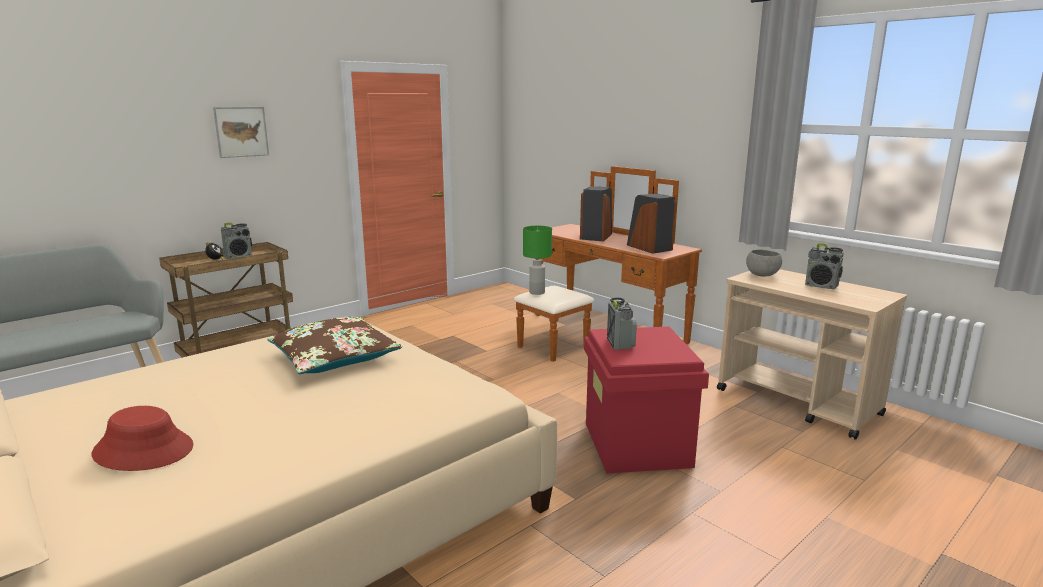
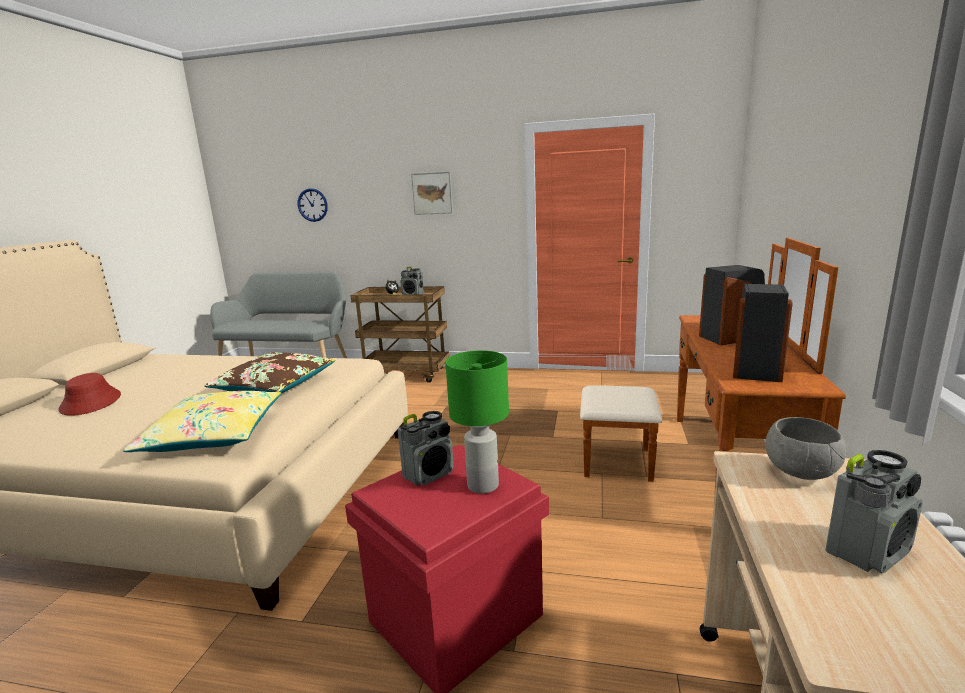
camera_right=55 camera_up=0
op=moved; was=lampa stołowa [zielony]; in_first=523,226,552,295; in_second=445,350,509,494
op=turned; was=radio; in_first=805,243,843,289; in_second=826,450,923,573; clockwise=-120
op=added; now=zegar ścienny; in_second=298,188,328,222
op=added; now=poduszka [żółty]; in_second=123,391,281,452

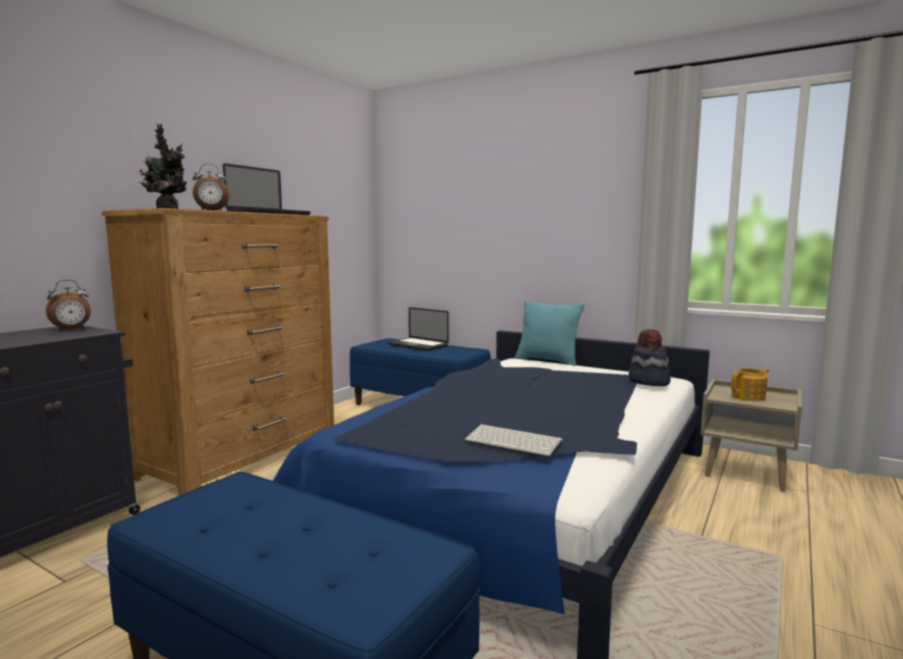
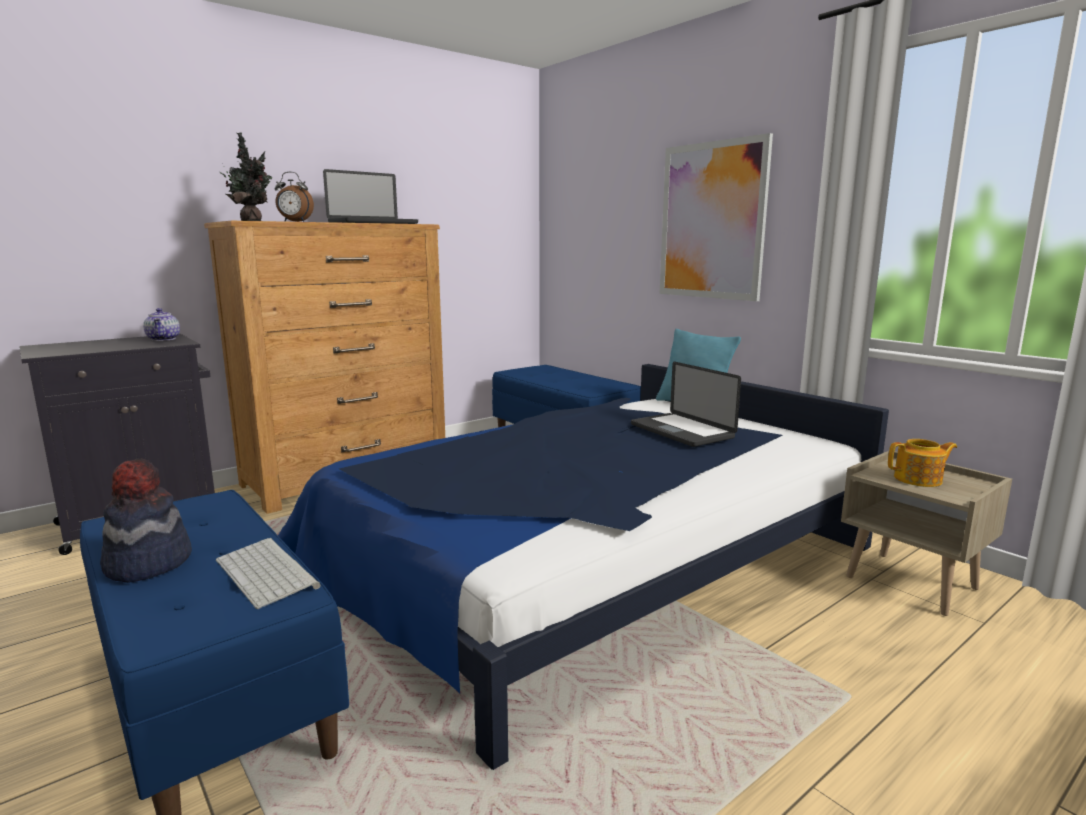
camera_right=20 camera_up=5
op=replaced; was=budzik; now=imbryk; in_first=46,280,91,331; in_second=143,308,180,341
op=moved; was=laptop; in_first=388,307,449,351; in_second=631,362,741,447
op=moved; was=kapelusz; in_first=629,329,671,386; in_second=100,458,192,583
op=moved; was=klawiatura; in_first=465,424,563,456; in_second=216,538,321,609
op=added; now=obraz; in_second=660,133,773,301

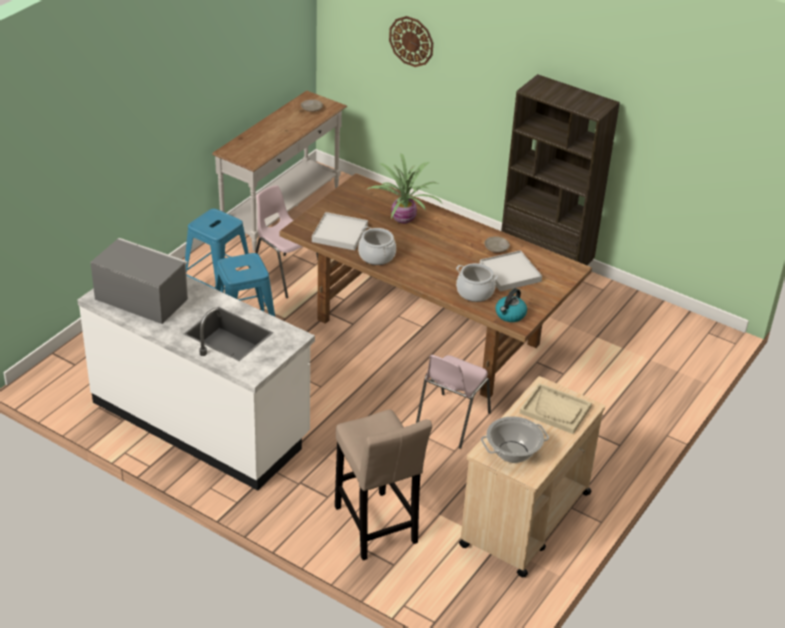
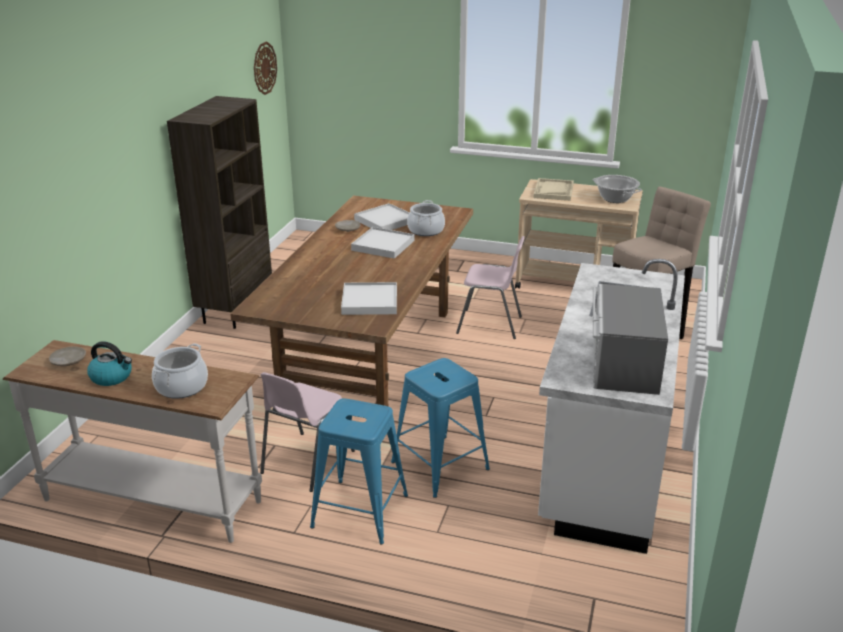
camera_right=-105 camera_up=-10
op=moved; was=zegar ścienny; in_first=389,16,433,67; in_second=254,42,277,95
op=removed; was=roślina doniczkowa; in_first=367,153,443,224
op=moved; was=garnek; in_first=358,226,396,265; in_second=152,343,208,399
op=moved; was=czajnik; in_first=495,288,527,322; in_second=87,341,132,386
op=added; now=taca [biały]; in_second=351,227,414,259

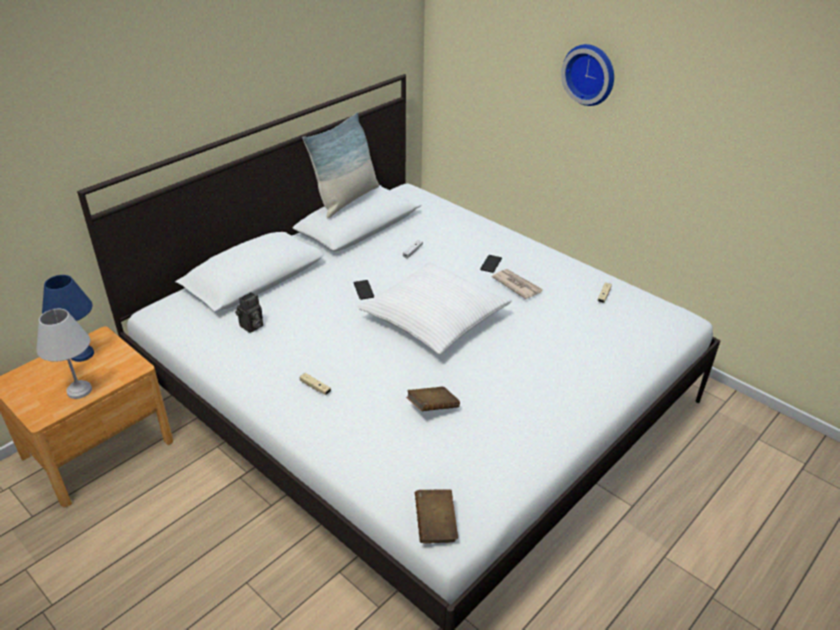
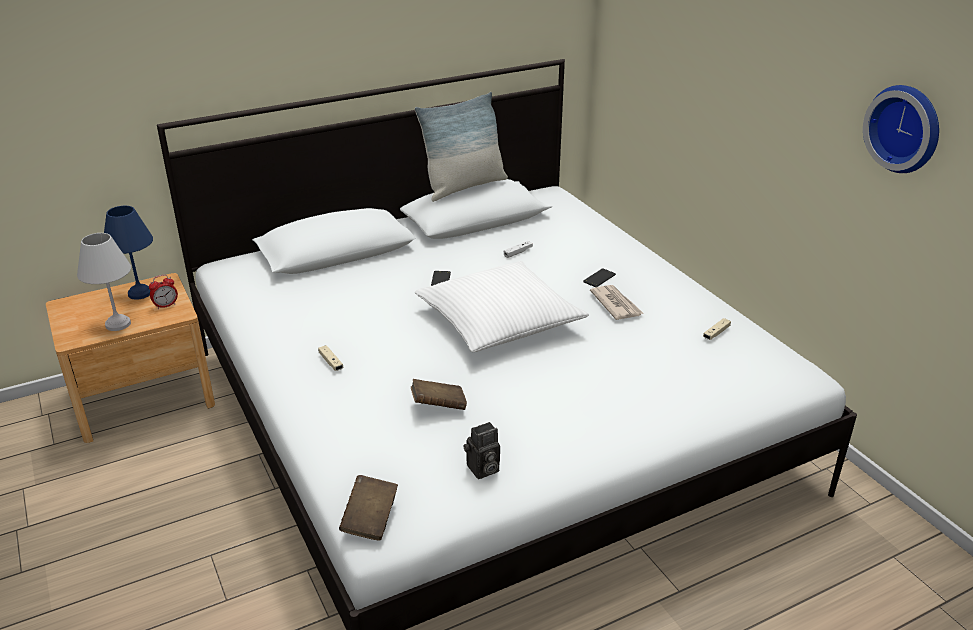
camera_right=20 camera_up=-5
op=moved; was=zegar ścienny; in_first=561,44,614,106; in_second=863,85,939,173
op=moved; was=aparat fotograficzny; in_first=235,292,263,333; in_second=463,422,500,479
op=added; now=budzik; in_second=149,275,178,309

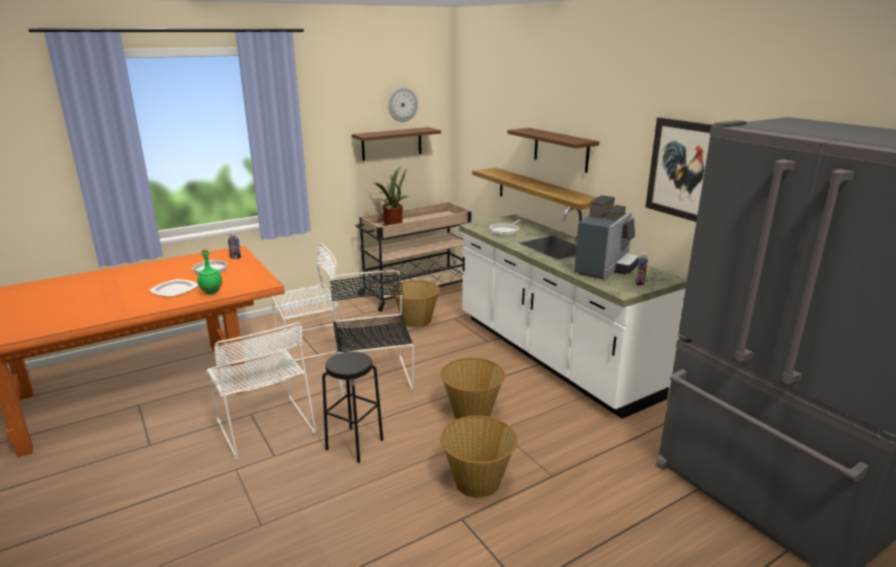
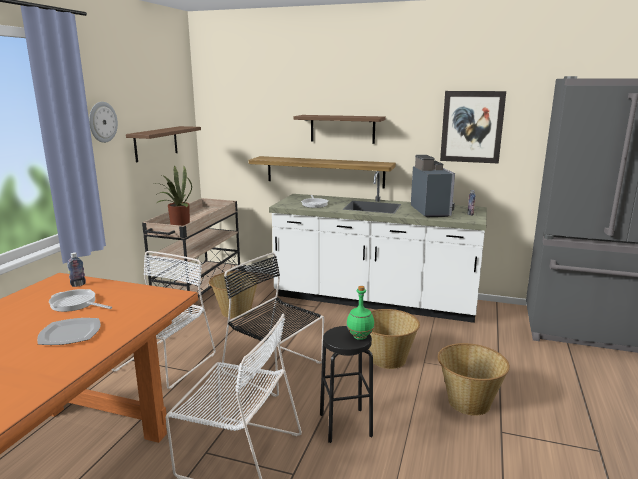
camera_right=-40 camera_up=-5
op=moved; was=zegar ścienny; in_first=388,87,418,122; in_second=89,102,118,143
op=moved; was=butelka [zielony]; in_first=197,249,222,295; in_second=347,286,374,340

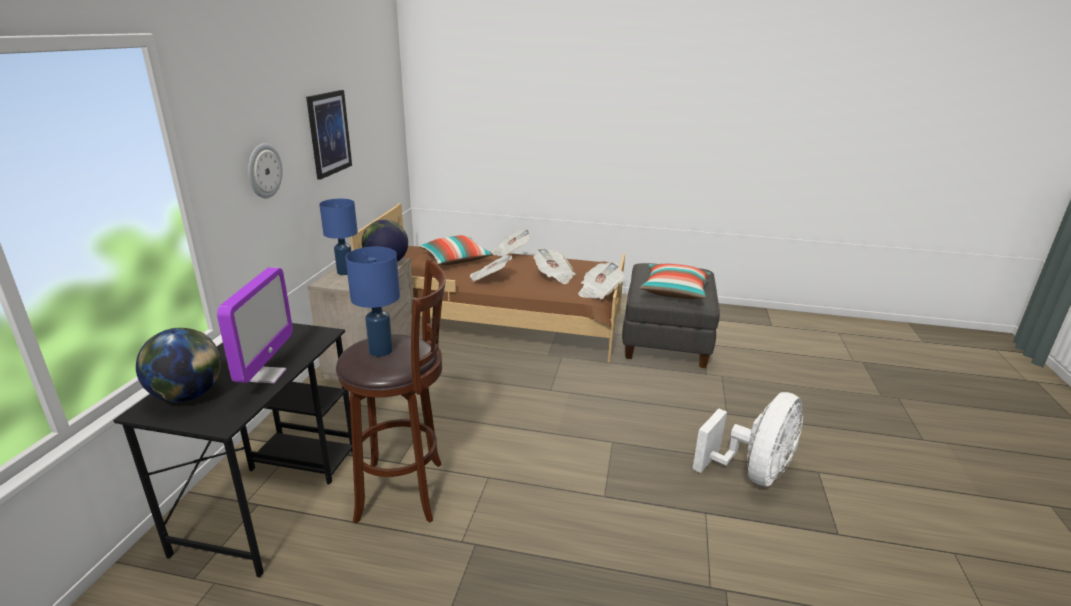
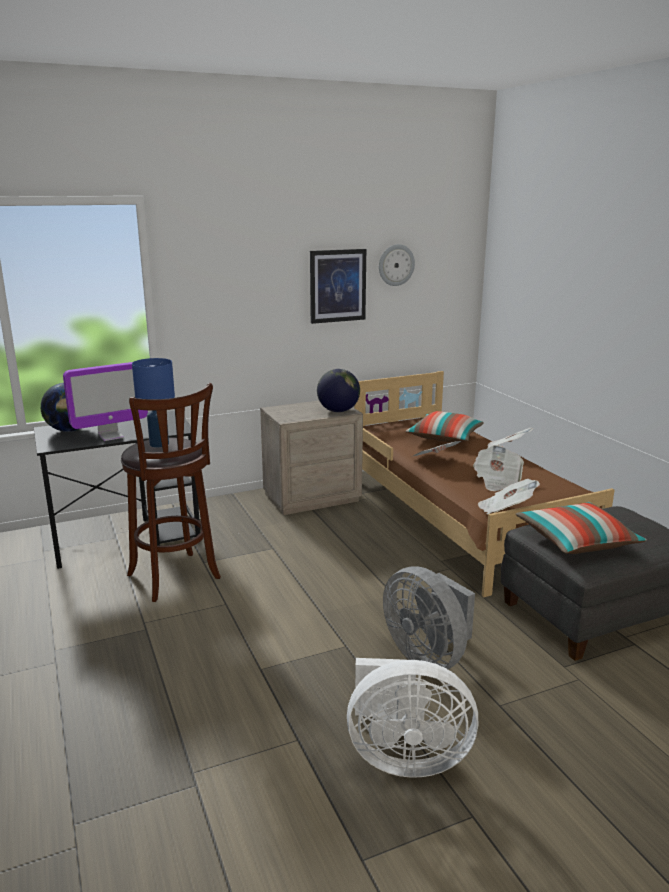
camera_right=55 camera_up=-5
op=moved; was=zegar ścienny; in_first=248,143,283,199; in_second=379,244,415,286
op=removed; was=lampa stołowa [niebieski]; in_first=319,199,358,275
op=added; now=wentylator [szary]; in_second=383,566,475,669

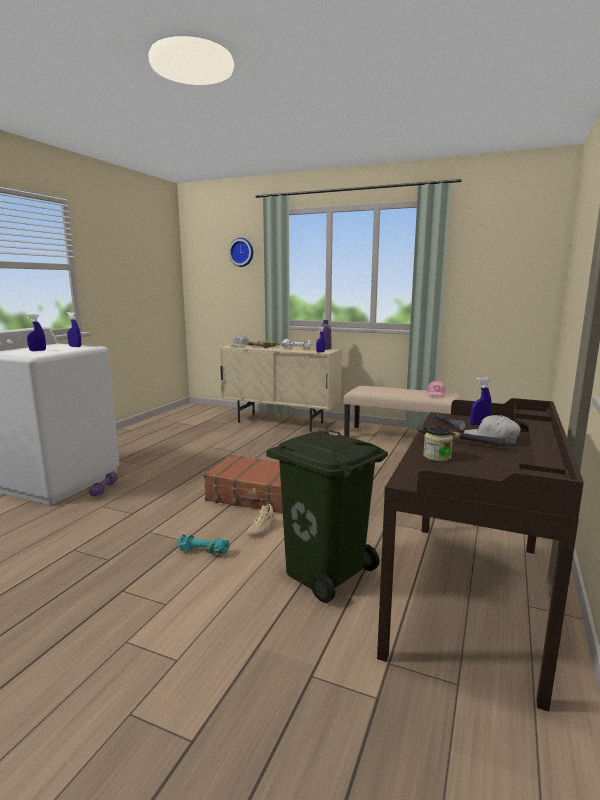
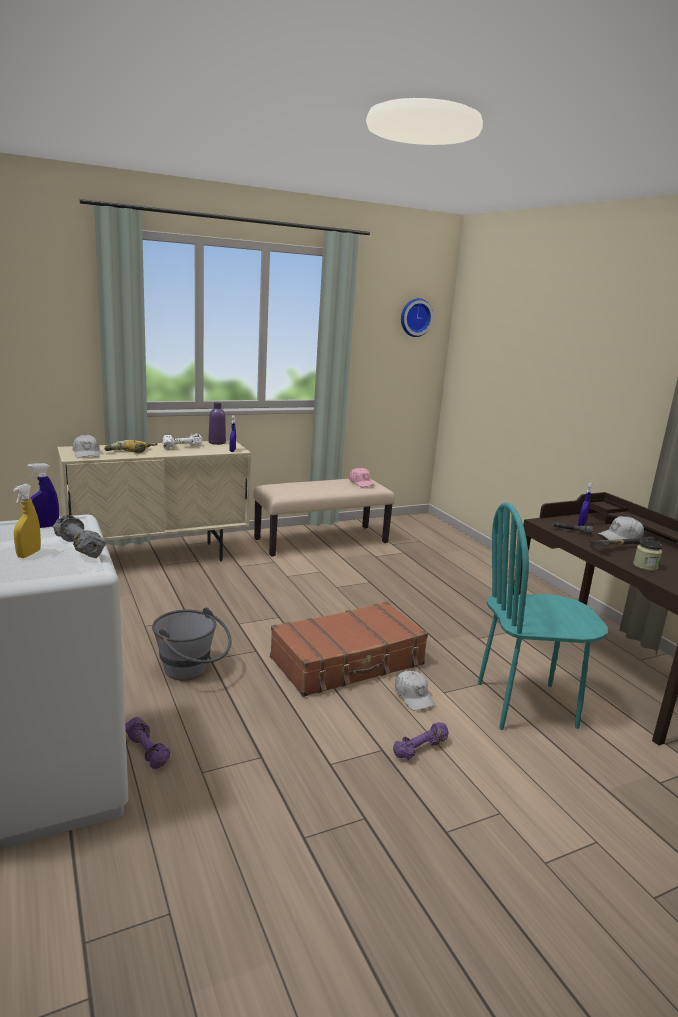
camera_right=-50 camera_up=5
op=moved; was=zegar ścienny; in_first=229,238,253,267; in_second=401,298,433,337
op=recoloured; was=spryskiwacz [niebieski]; now=spryskiwacz [żółty]; in_first=26,314,46,351; in_second=13,484,41,558
op=replaced; was=kosz na śmieci [zielony]; now=krzesło [turkusowy]; in_first=266,430,388,603; in_second=478,503,608,730
op=replaced; was=but [beżowy]; now=czapka z daszkiem [biały]; in_first=247,504,275,536; in_second=395,671,435,711
op=recoloured; was=hantel [turkusowy]; now=hantel [fioletowy]; in_first=177,534,230,554; in_second=393,722,449,760
op=added; now=hantel [szary]; in_second=53,515,107,558
op=added; now=wiadro [szary]; in_second=152,607,232,681

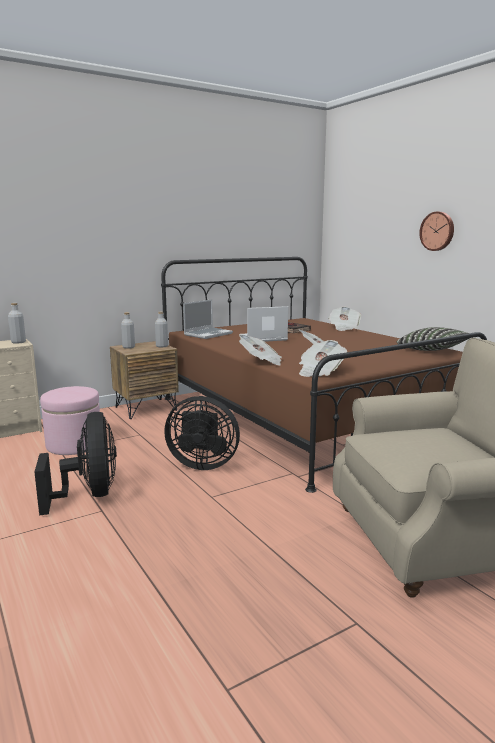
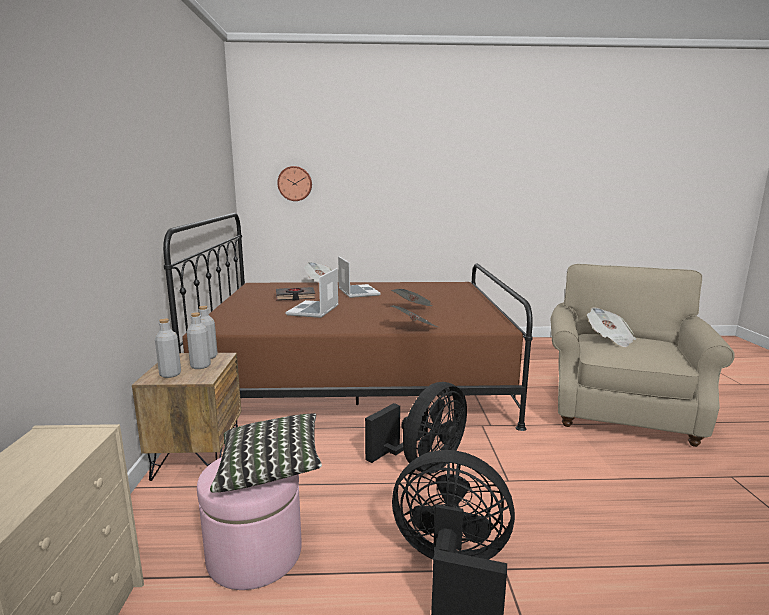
camera_right=-60 camera_up=0
op=moved; was=zegar ścienny; in_first=419,212,454,251; in_second=277,166,312,201
op=moved; was=laptop; in_first=183,299,233,339; in_second=338,256,381,298
op=moved; was=butelka [szary]; in_first=8,303,26,344; in_second=187,312,211,369
op=moved; was=poduszka; in_first=397,327,469,351; in_second=210,413,322,493
op=moved; was=gazeta; in_first=299,340,347,377; in_second=587,307,637,347

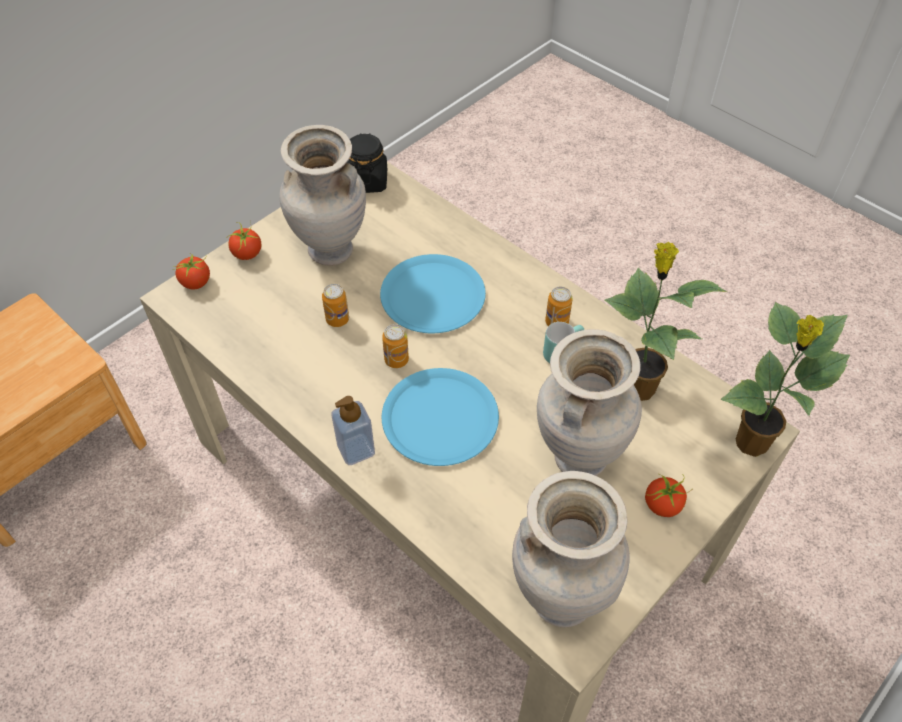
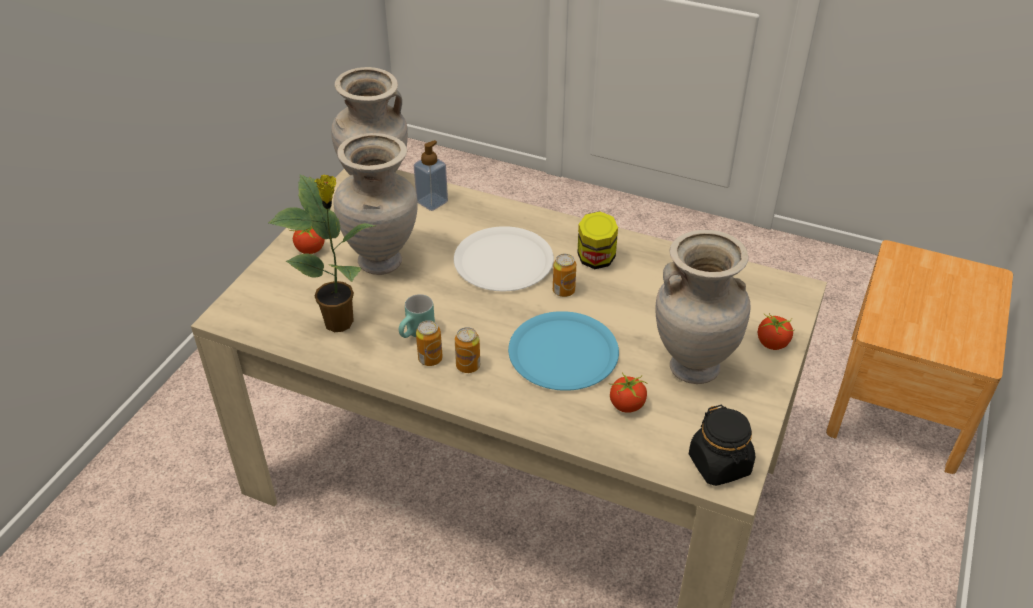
camera_right=160 camera_up=-10
op=moved; was=pomidor; in_first=173,255,210,290; in_second=608,373,648,413
op=moved; was=puszka; in_first=322,284,349,327; in_second=455,327,480,373
op=removed; was=roślina doniczkowa; in_first=721,302,850,457
op=recoloured; was=talerz [niebieski]; now=talerz [biały]; in_first=382,368,499,466; in_second=454,226,554,291
op=moved; was=dozownik mydła; in_first=331,396,375,465; in_second=414,140,448,211
op=added; now=słoik; in_second=577,211,618,269

